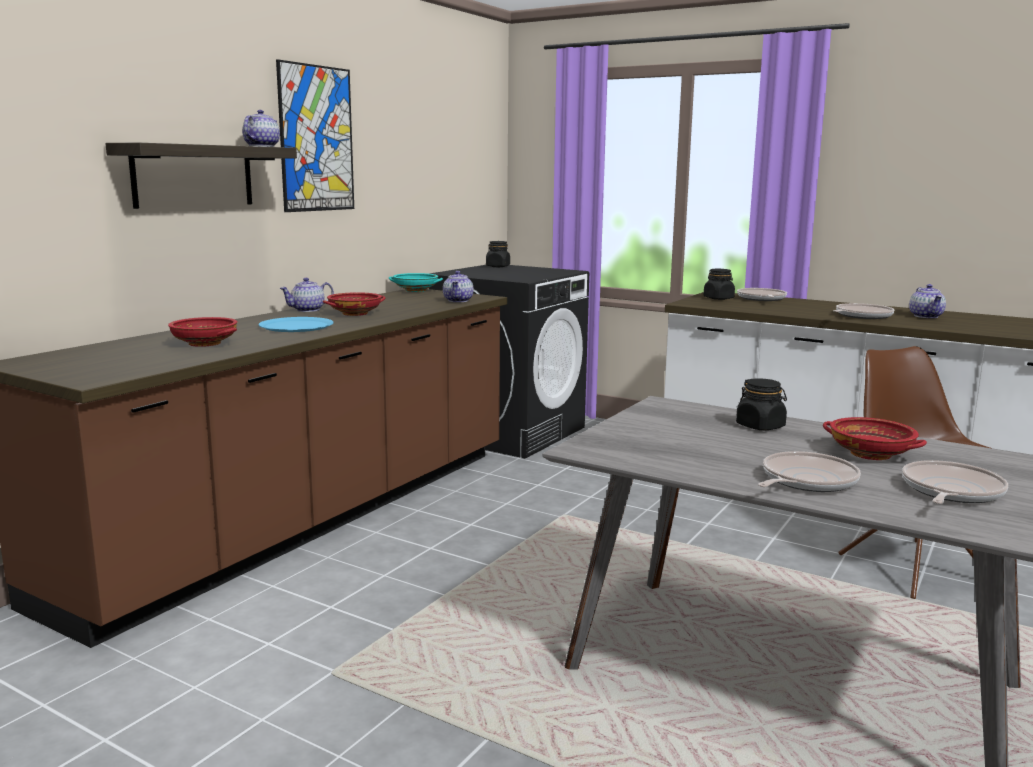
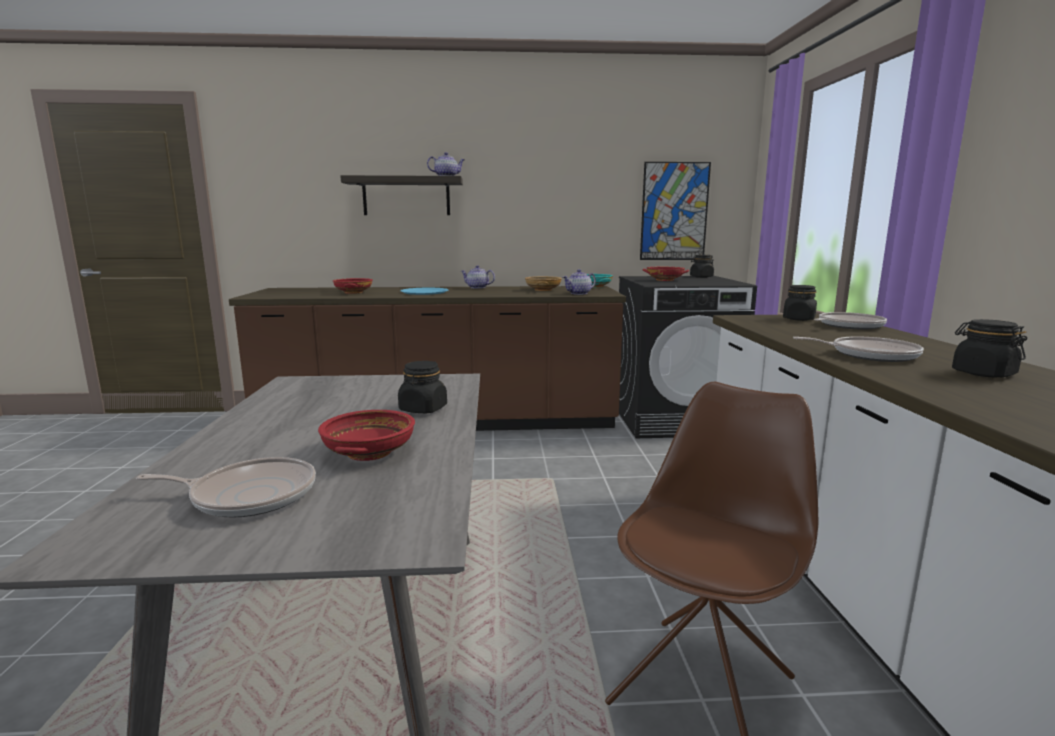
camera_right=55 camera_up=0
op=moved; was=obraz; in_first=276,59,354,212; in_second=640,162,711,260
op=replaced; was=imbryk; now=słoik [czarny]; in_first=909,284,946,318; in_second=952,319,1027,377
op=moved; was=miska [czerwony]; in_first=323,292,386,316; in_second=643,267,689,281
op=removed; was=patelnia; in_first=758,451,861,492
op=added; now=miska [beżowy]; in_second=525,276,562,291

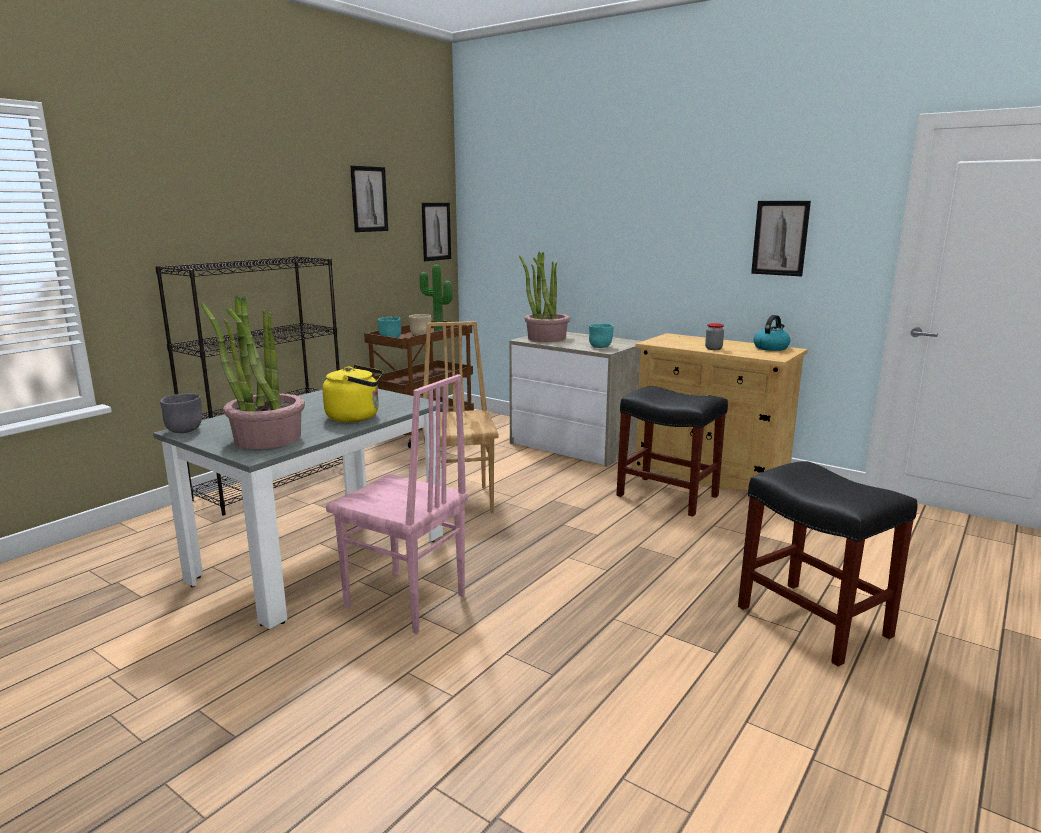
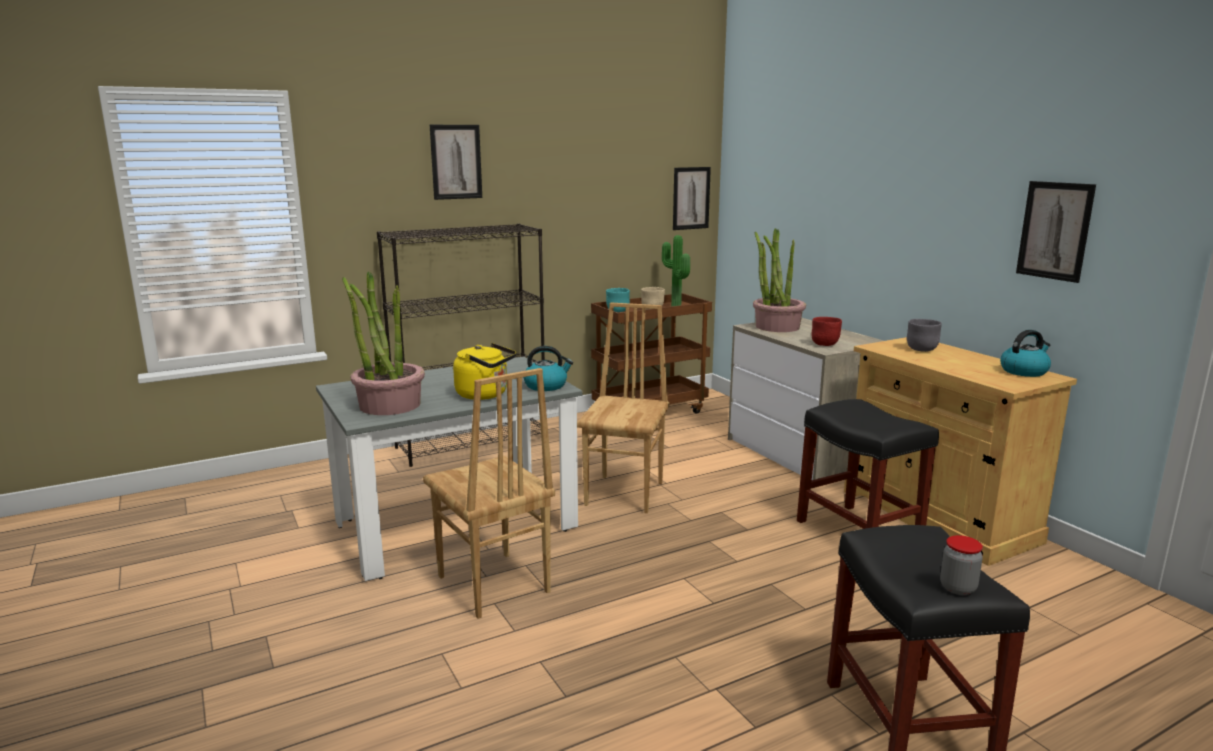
camera_right=25 camera_up=0
op=moved; was=obraz; in_first=350,166,388,232; in_second=430,125,482,200
op=moved; was=słoik; in_first=705,323,724,350; in_second=940,535,983,595
op=recoloured; was=miska [turkusowy]; now=miska [czerwony]; in_first=589,324,614,348; in_second=811,317,842,346
op=recoloured; was=krzesło [różowy]; now=krzesło [brązowy]; in_first=326,374,468,634; in_second=423,368,555,619
op=moved; was=miska [szary]; in_first=160,394,202,433; in_second=907,319,942,352
op=added; now=czajnik; in_second=524,346,573,391

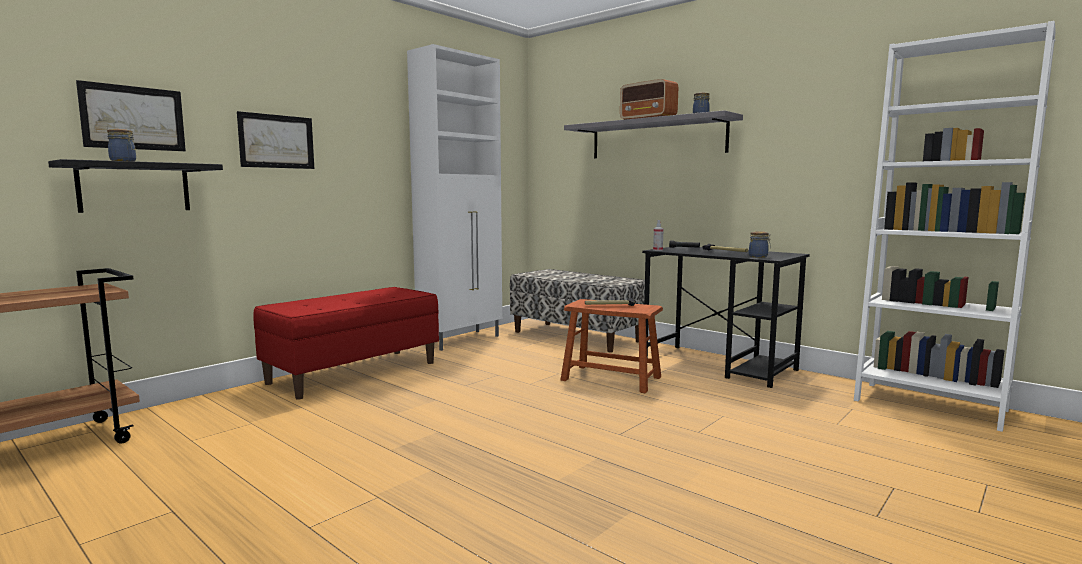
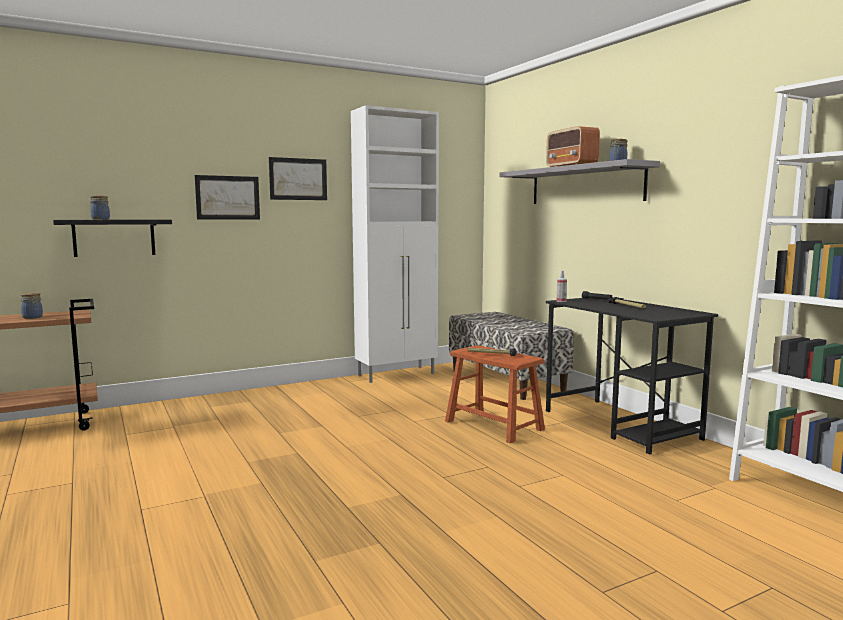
camera_right=20 camera_up=0
op=moved; was=obraz; in_first=76,80,186,151; in_second=269,157,327,200
op=moved; was=słoik; in_first=749,231,771,258; in_second=21,292,43,319
op=removed; was=ławka [czerwony]; in_first=253,287,439,400

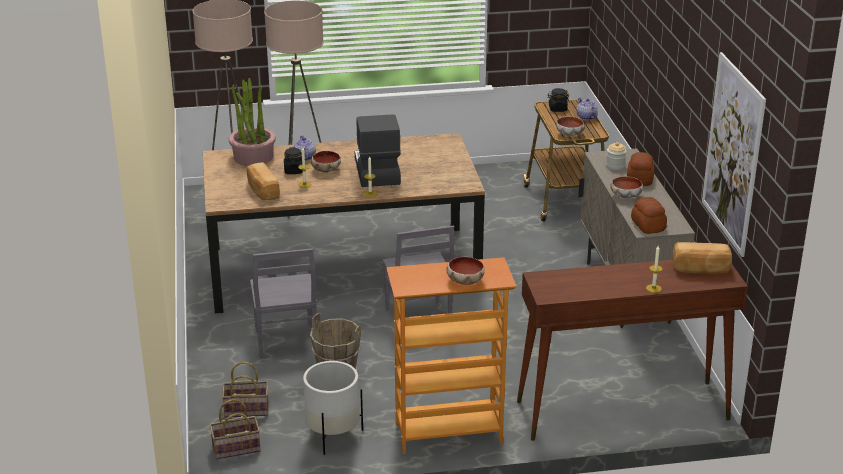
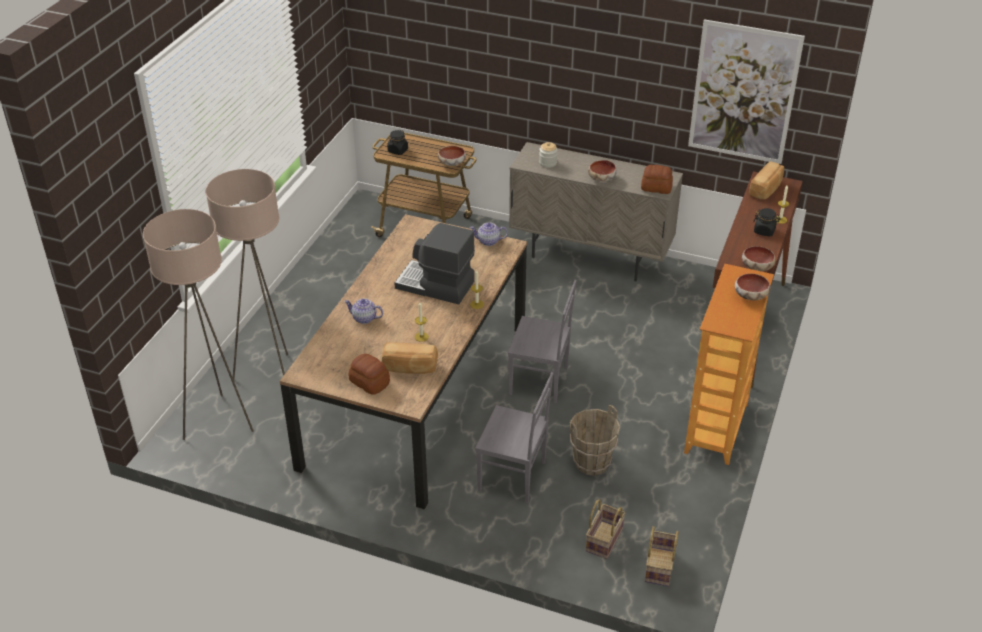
camera_right=-60 camera_up=10
op=removed; was=roślina doniczkowa; in_first=229,78,276,166
op=moved; was=imbryk; in_first=577,97,598,120; in_second=470,222,508,246
op=moved; was=słoik [czarny]; in_first=284,147,302,174; in_second=753,208,780,237
op=moved; was=miska; in_first=311,151,341,173; in_second=742,246,776,271
op=moved; was=chleb; in_first=627,152,654,186; in_second=348,354,390,395
op=removed; was=donica [biały]; in_first=303,361,363,455

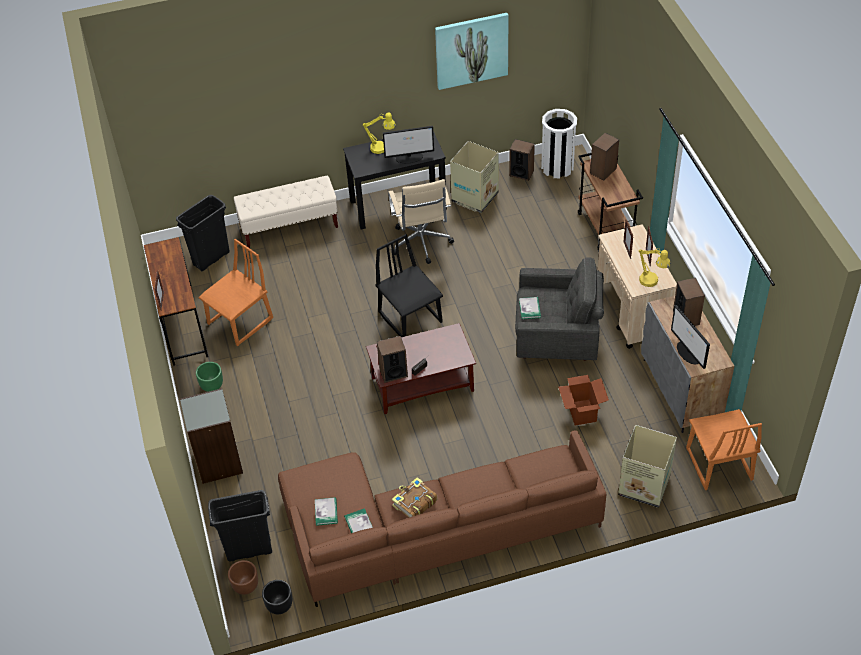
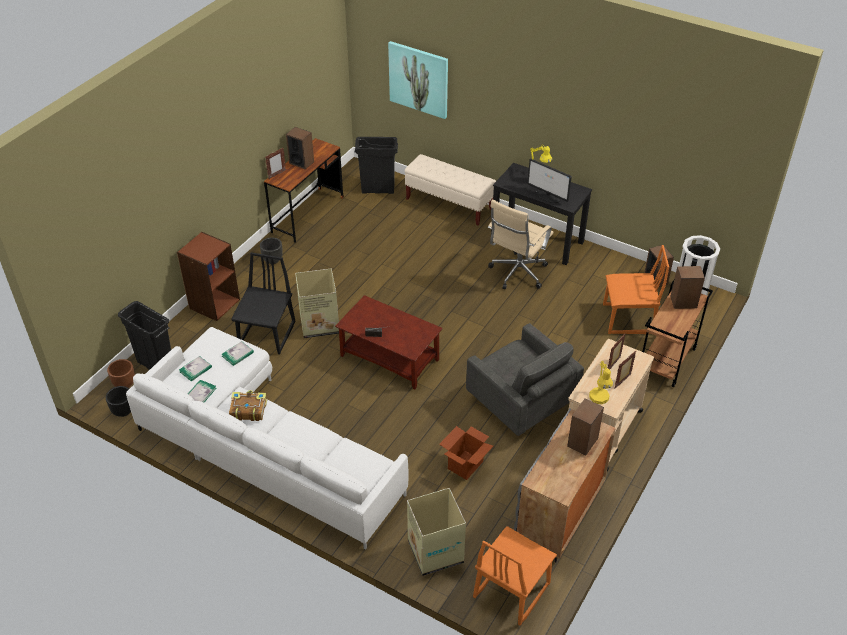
camera_right=45 camera_up=-5
op=moved; was=obraz; in_first=435,13,509,90; in_second=388,41,448,119
op=moved; was=karton; in_first=450,141,499,213; in_second=295,269,339,338
op=moved; was=krzesło [czarny]; in_first=376,234,443,337; in_second=231,252,296,354
op=moved; was=krzesło [pomarańczowy]; in_first=199,239,273,346; in_second=603,245,669,334
op=moved; was=książka; in_first=519,297,541,319; in_second=222,341,254,366
op=removed; was=monitor; in_first=671,305,710,369
op=moved; was=głośnik; in_first=377,336,408,383; in_second=286,127,314,169
op=recoloured; was=donica [zielony]; now=donica [czarny]; in_first=196,362,223,392; in_second=260,237,283,264
op=recoloured; was=regał [szary]; now=regał [brązowy]; in_first=180,388,243,484; in_second=177,232,240,321
op=recoloured; was=kanapa [brązowy]; now=kanapa [biały]; in_first=278,430,606,607; in_second=126,327,408,550

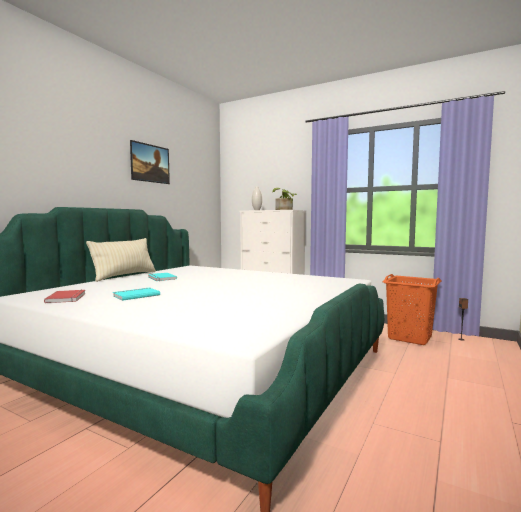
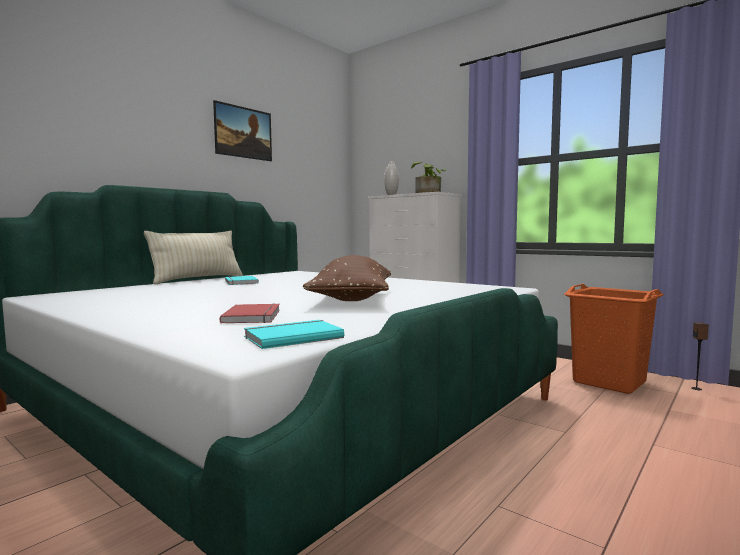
camera_right=10 camera_up=0
op=moved; was=książka [turkusowy]; in_first=113,288,160,301; in_second=244,320,344,349
op=moved; was=książka [czerwony]; in_first=44,290,86,303; in_second=220,303,280,323
op=added; now=poduszka [brązowy]; in_second=303,255,391,301

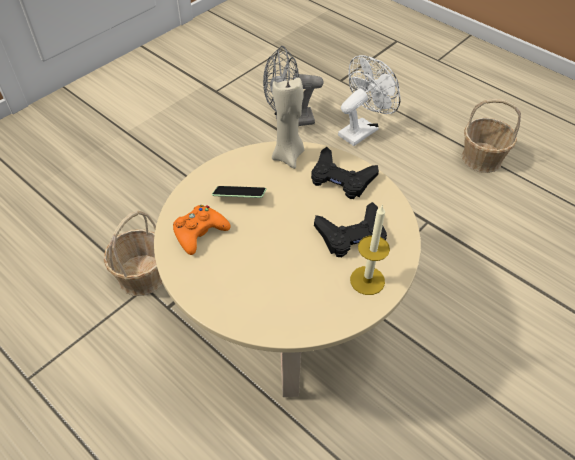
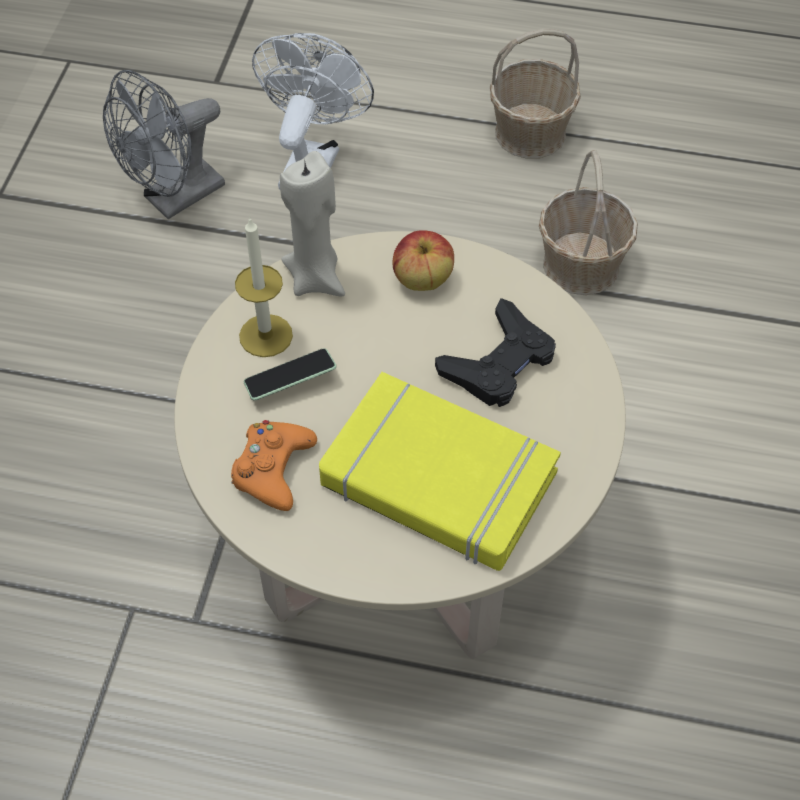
camera_right=-30 camera_up=5
op=replaced; was=pad do gier [czarny]; now=jabłko; in_first=311,147,379,199; in_second=393,230,454,291
op=moved; was=świeca; in_first=350,206,390,295; in_second=235,217,293,357
op=moved; was=koszyk; in_first=104,211,163,296; in_second=539,150,638,295
op=added; now=książka [żółty]; in_second=319,372,561,571

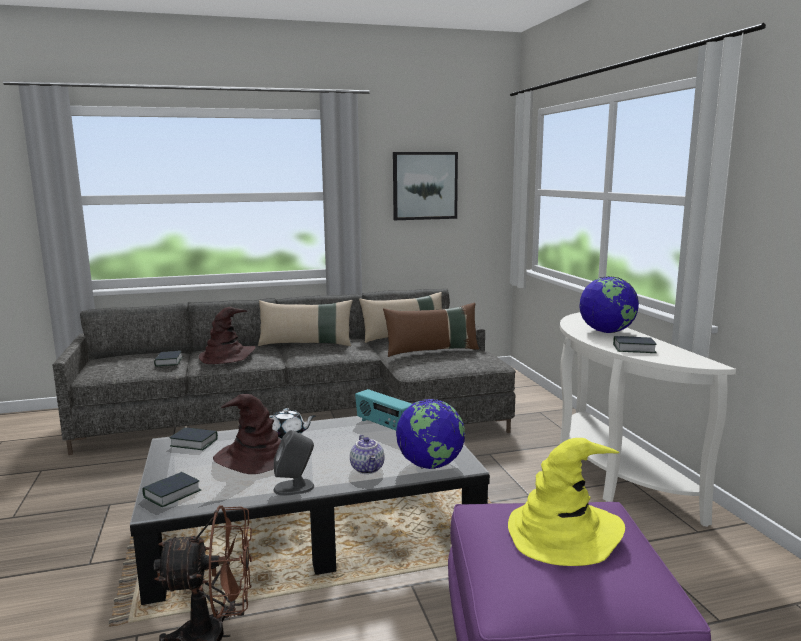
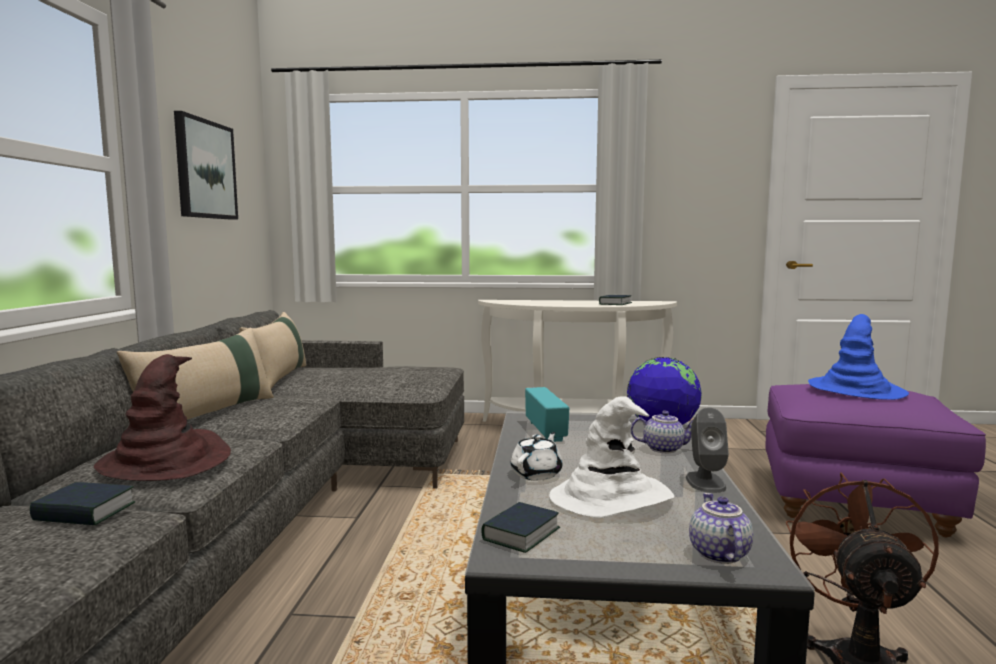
camera_right=-70 camera_up=-5
op=removed; was=globus; in_first=579,276,639,333
op=removed; was=poduszka [brązowy]; in_first=383,302,479,357
op=turned; was=radio; in_first=355,389,412,430; in_second=525,387,569,442; clockwise=-75
op=recoloured; was=kapelusz [brązowy]; now=kapelusz [biały]; in_first=213,394,281,474; in_second=549,396,675,518
op=recoloured; was=kapelusz [żółty]; now=kapelusz [niebieski]; in_first=508,438,625,566; in_second=808,314,909,400
op=replaced; was=książka; now=imbryk; in_first=143,472,201,507; in_second=689,493,753,564

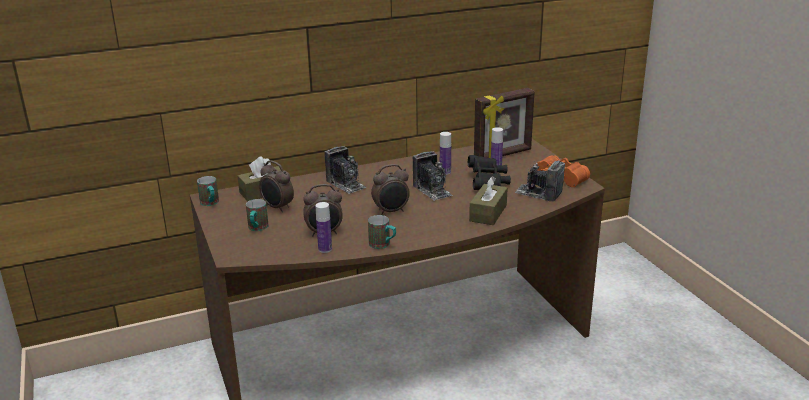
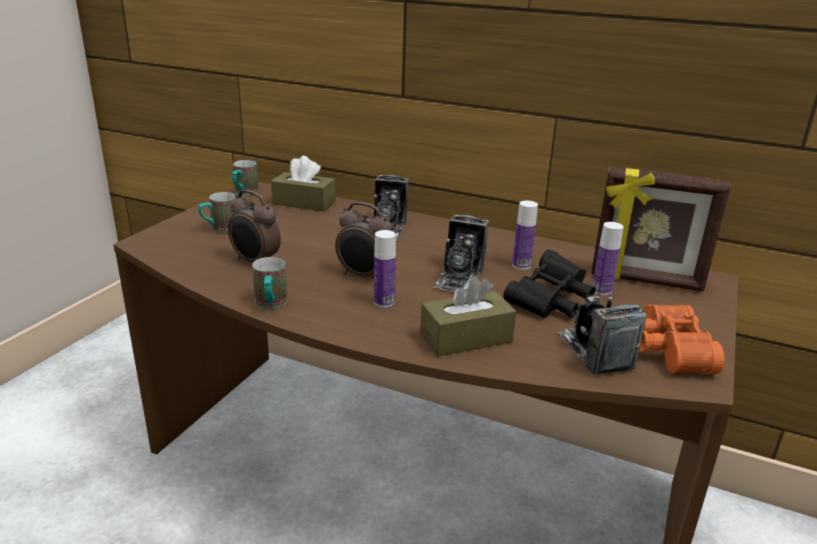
camera_right=45 camera_up=0
op=removed; was=budzik; in_first=259,161,294,212
op=moved; was=butelka; in_first=315,202,332,253; in_second=374,230,396,308

